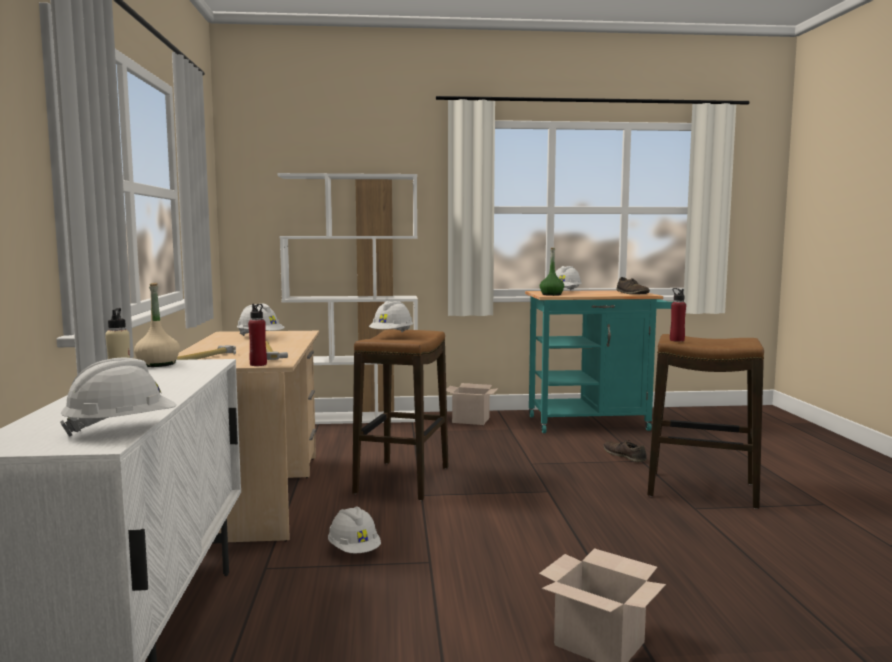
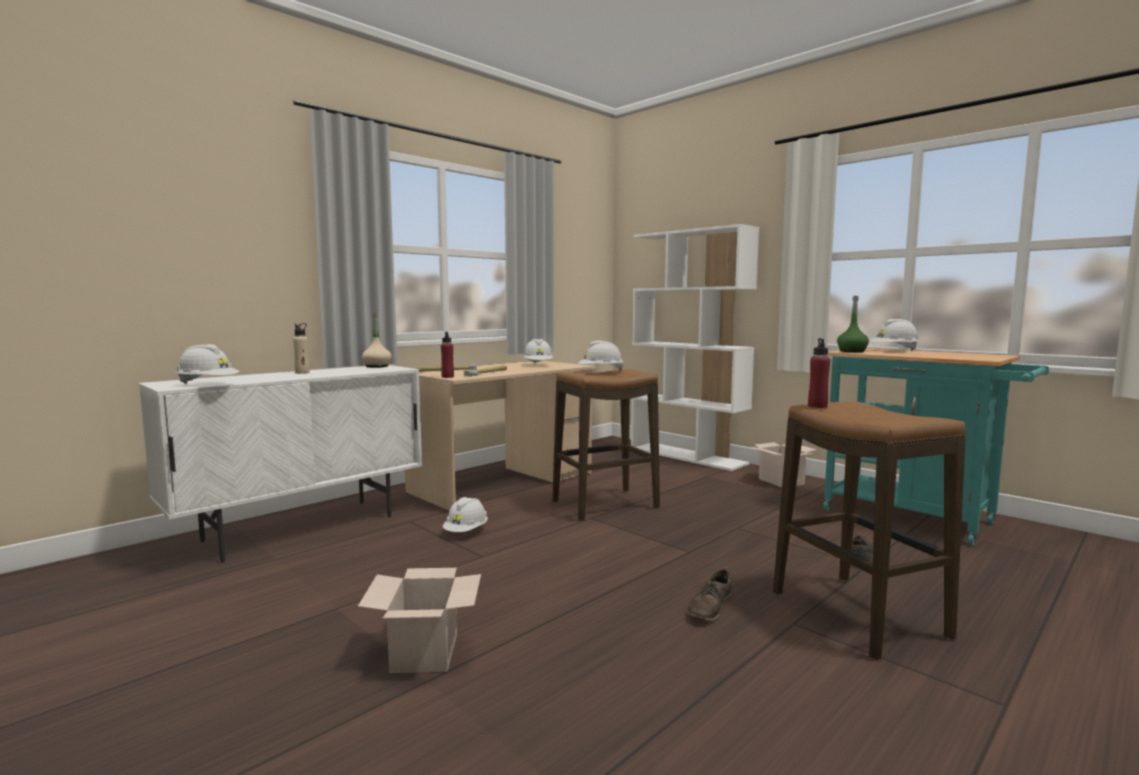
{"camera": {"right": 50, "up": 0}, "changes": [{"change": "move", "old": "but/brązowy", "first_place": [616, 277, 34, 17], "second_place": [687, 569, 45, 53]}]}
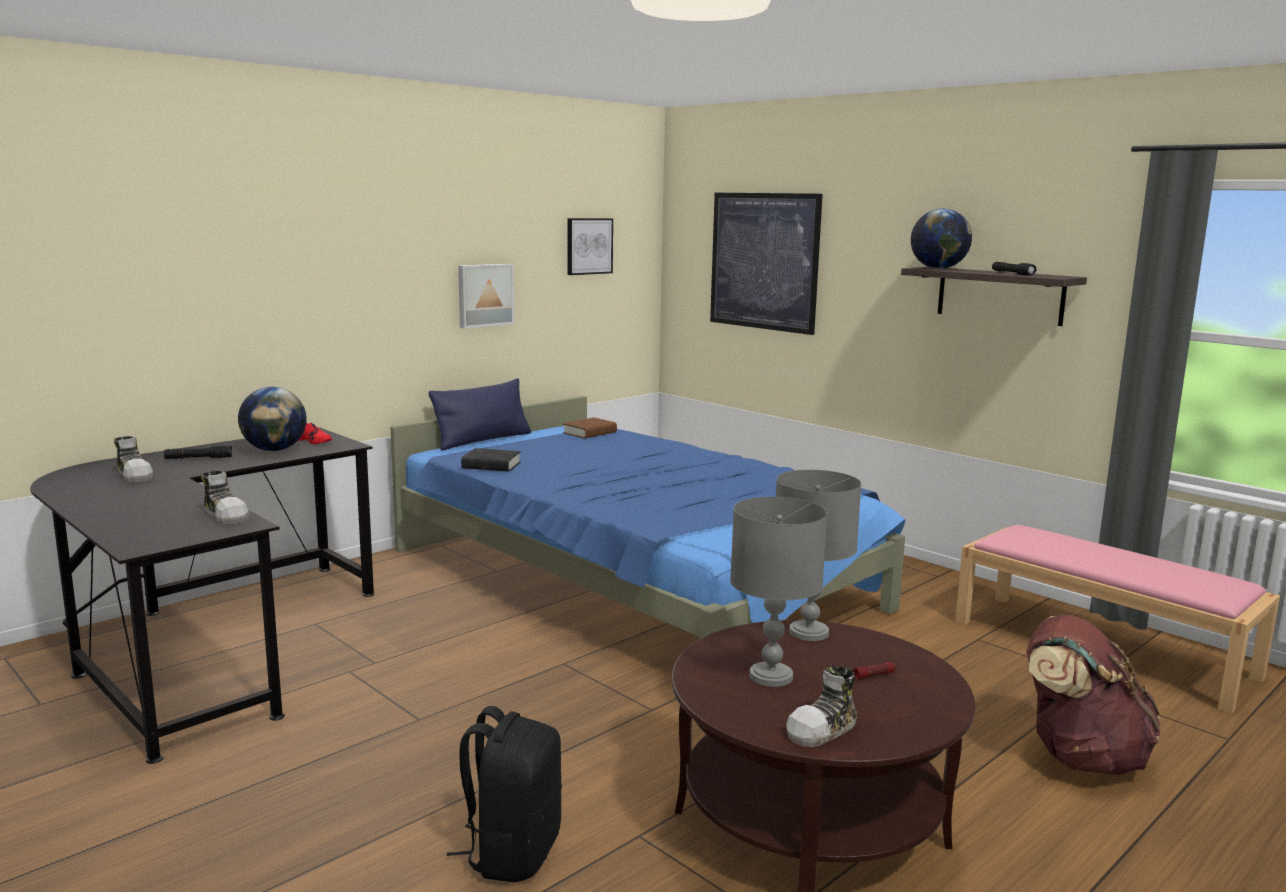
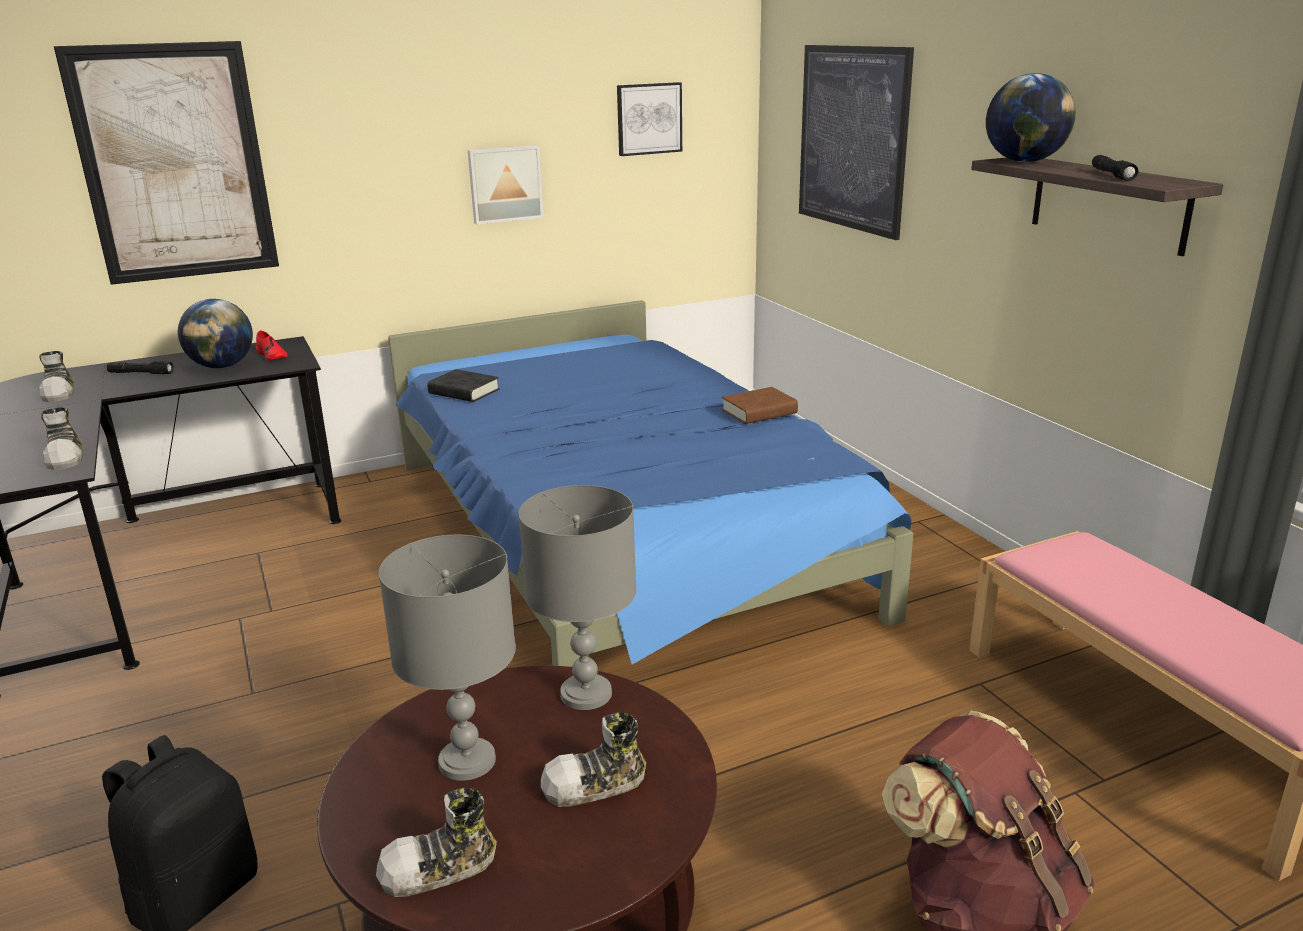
{"camera": {"right": 20, "up": 10}, "changes": [{"change": "insert", "new": "obraz", "second_place": [54, 41, 225, 244]}, {"change": "replace", "old": "latarka", "new": "but", "first_place": [853, 662, 42, 17], "second_place": [541, 712, 105, 95]}, {"change": "move", "old": "książka/brązowy", "first_place": [563, 417, 54, 22], "second_place": [722, 387, 76, 37]}, {"change": "delete", "old": "poduszka/niebieski", "first_place": [428, 379, 103, 71]}]}
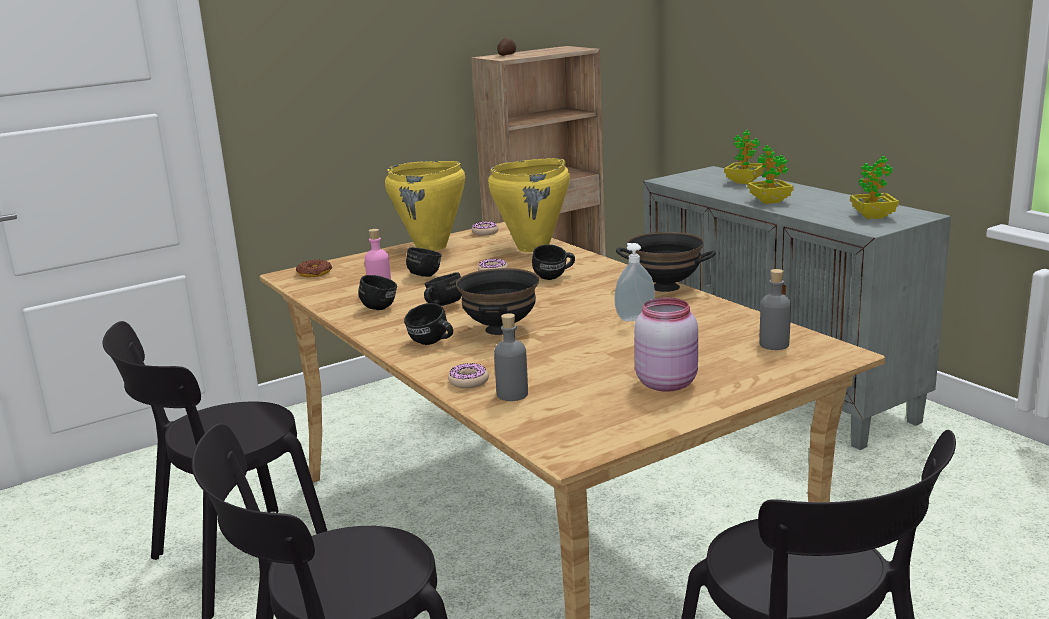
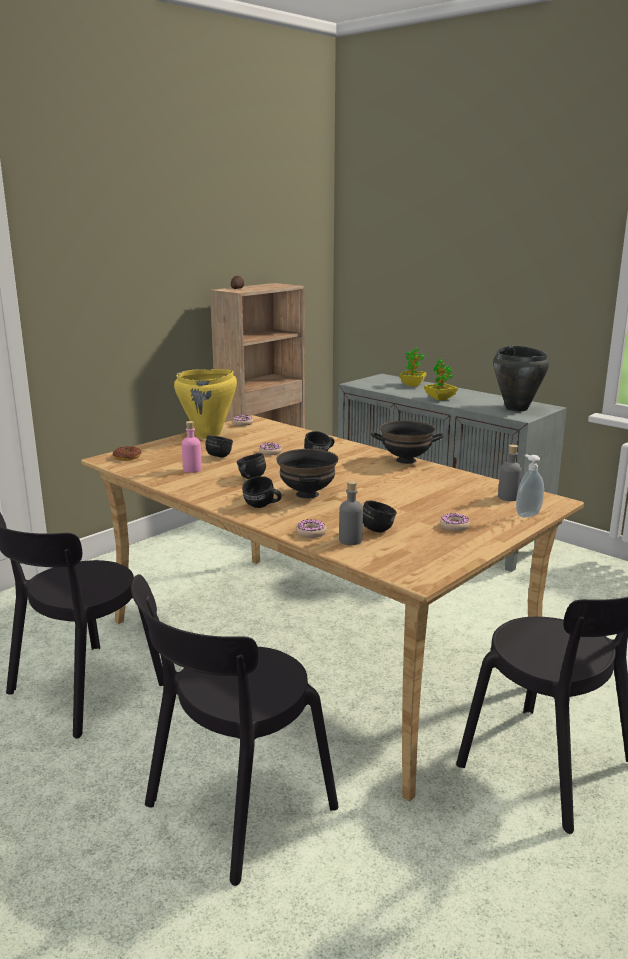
{"camera": {"right": -15, "up": 0}, "changes": [{"change": "move", "old": "kubek/czarny", "first_place": [358, 275, 39, 35], "second_place": [363, 500, 34, 33]}, {"change": "replace", "old": "słoik/różowy", "new": "donut", "first_place": [634, 298, 64, 94], "second_place": [440, 513, 30, 18]}, {"change": "replace", "old": "roślina doniczkowa", "new": "garnek/czarny", "first_place": [850, 156, 49, 63], "second_place": [493, 346, 56, 65]}, {"change": "move", "old": "dozownik mydła", "first_place": [614, 243, 41, 78], "second_place": [516, 454, 28, 64]}, {"change": "delete", "old": "garnek/żółty", "first_place": [488, 158, 82, 94]}]}
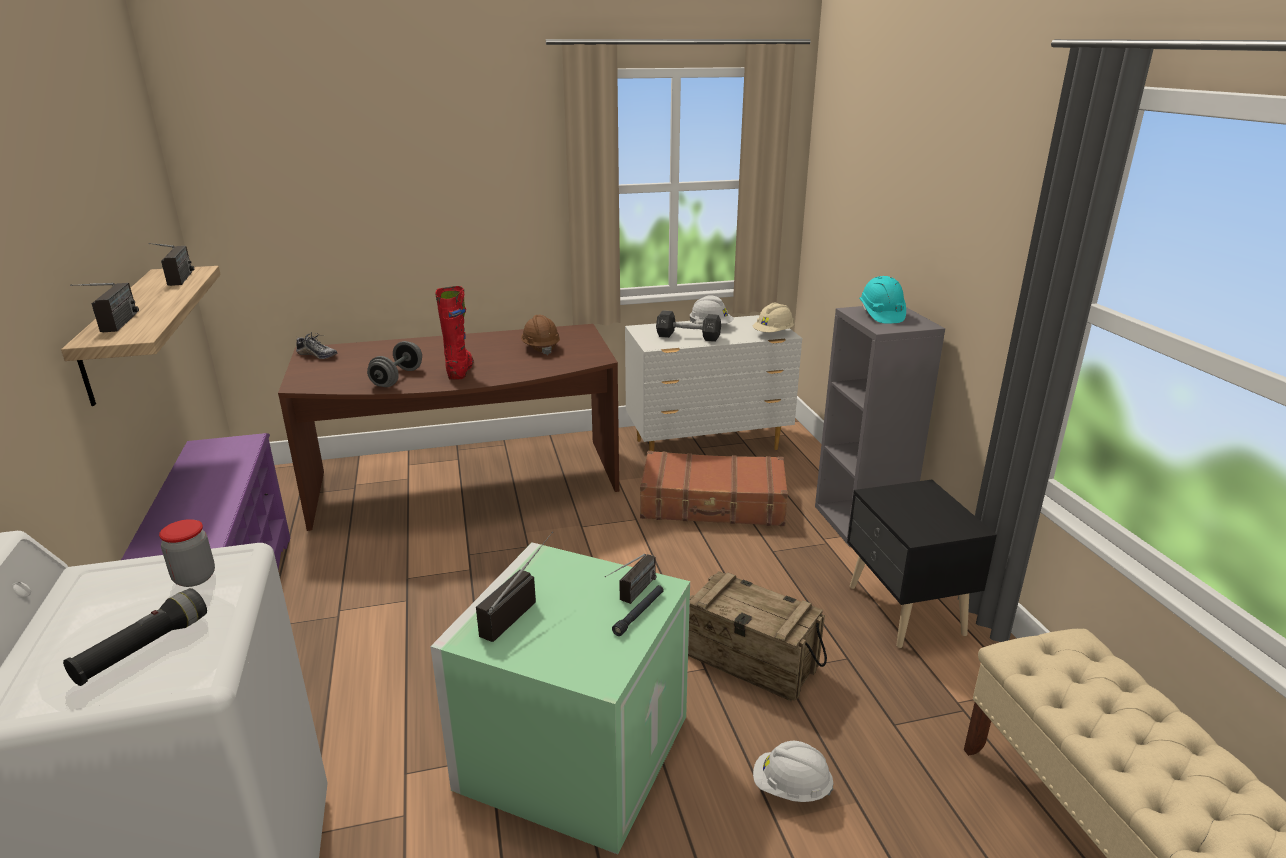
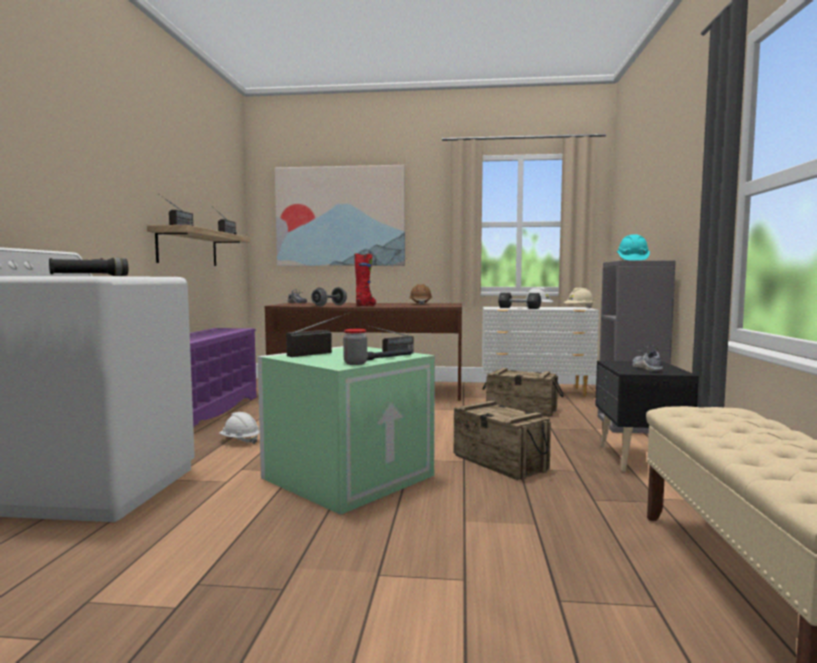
{"camera": {"right": 20, "up": -20}, "changes": [{"change": "move", "old": "kask/biały", "first_place": [753, 741, 81, 61], "second_place": [219, 412, 41, 32]}, {"change": "insert", "new": "obraz", "second_place": [275, 165, 130, 101]}, {"change": "move", "old": "słoik", "first_place": [159, 519, 56, 68], "second_place": [343, 329, 24, 36]}, {"change": "replace", "old": "walizka/brązowy", "new": "skrzynka", "first_place": [640, 451, 148, 75], "second_place": [483, 368, 80, 49]}, {"change": "insert", "new": "but", "second_place": [632, 345, 31, 26]}]}
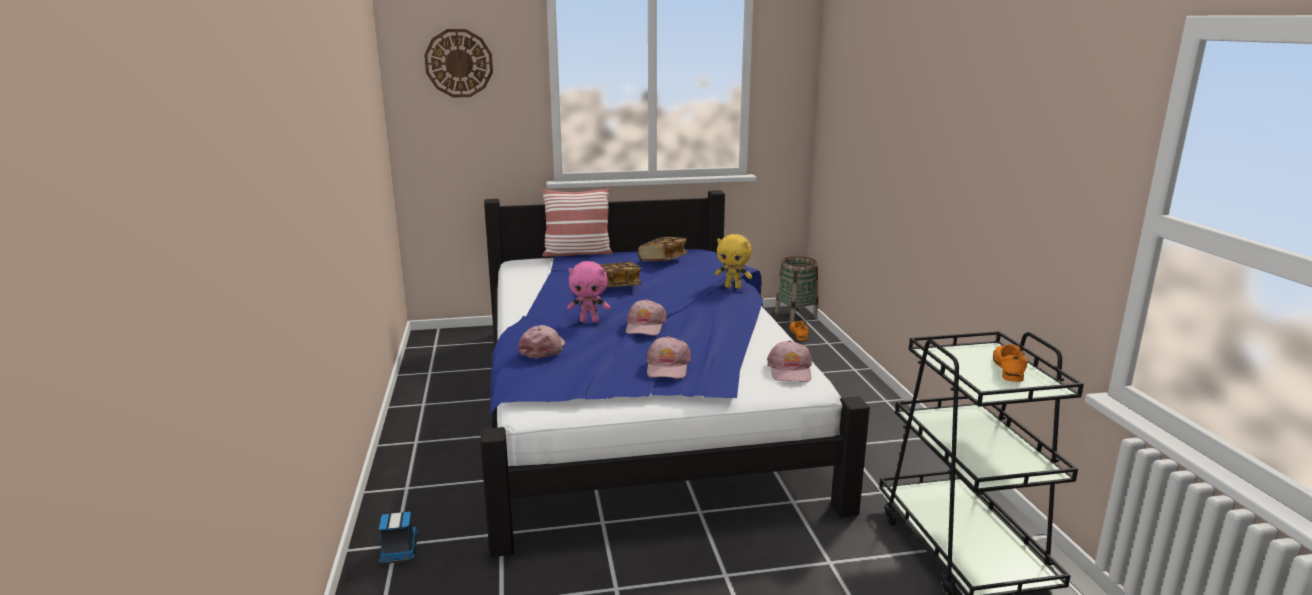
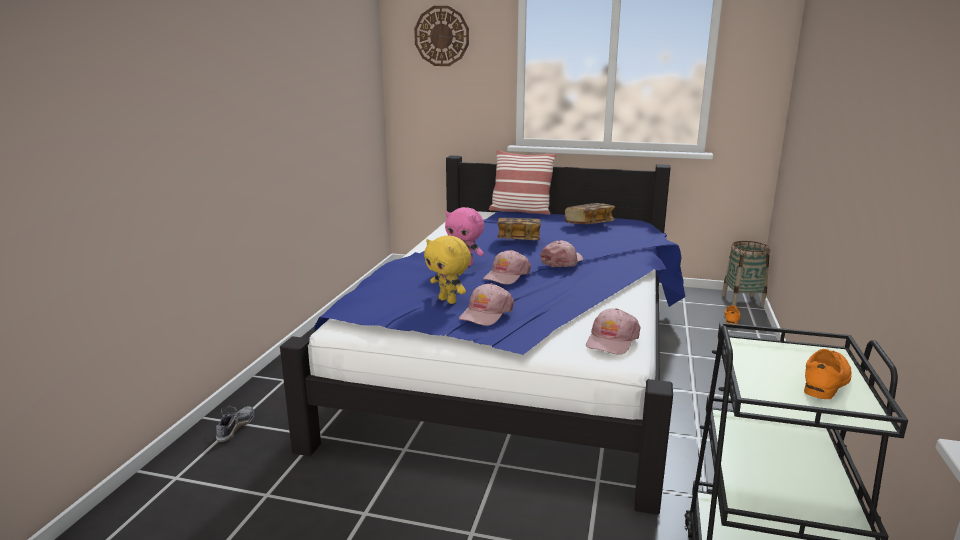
{"camera": {"right": 25, "up": 0}, "changes": [{"change": "replace", "old": "ciężarówka zabawkowa", "new": "but", "first_place": [379, 511, 39, 53], "second_place": [216, 406, 38, 36]}, {"change": "move", "old": "pluszak/żółty", "first_place": [715, 234, 37, 55], "second_place": [424, 235, 47, 69]}, {"change": "move", "old": "czapka z daszkiem/różowy", "first_place": [518, 325, 47, 34], "second_place": [540, 241, 43, 26]}]}
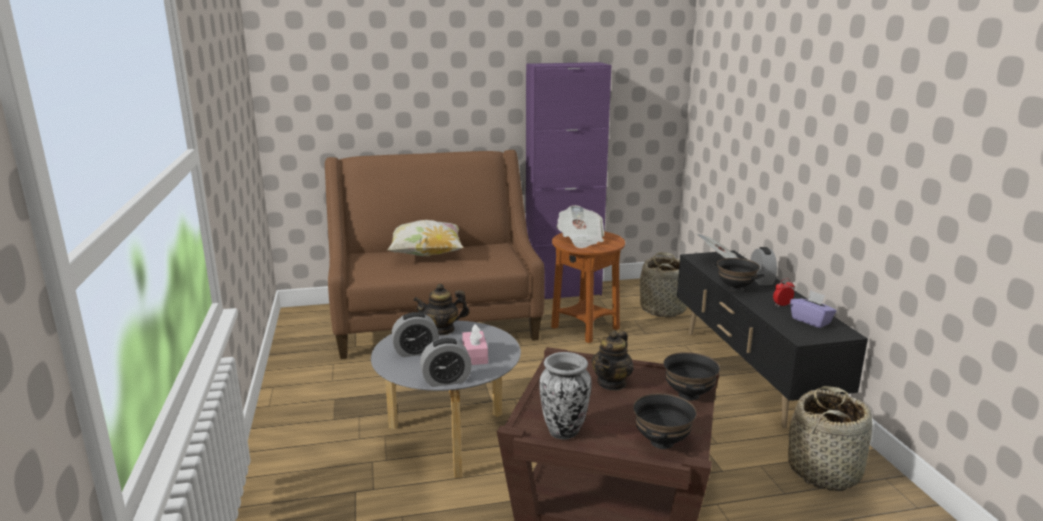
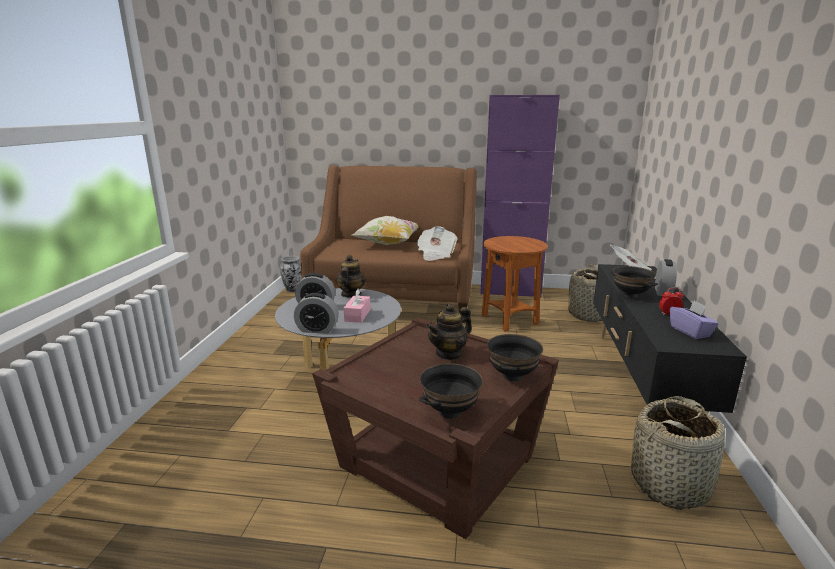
{"camera": {"right": 20, "up": 0}, "changes": [{"change": "move", "old": "wazon", "first_place": [539, 352, 53, 87], "second_place": [280, 256, 22, 36]}, {"change": "rotate", "old": "imbryk", "first_place": [413, 284, 56, 51], "second_place": [336, 255, 30, 42], "degrees": 90}, {"change": "move", "old": "gazeta", "first_place": [557, 205, 47, 43], "second_place": [416, 226, 41, 35]}]}
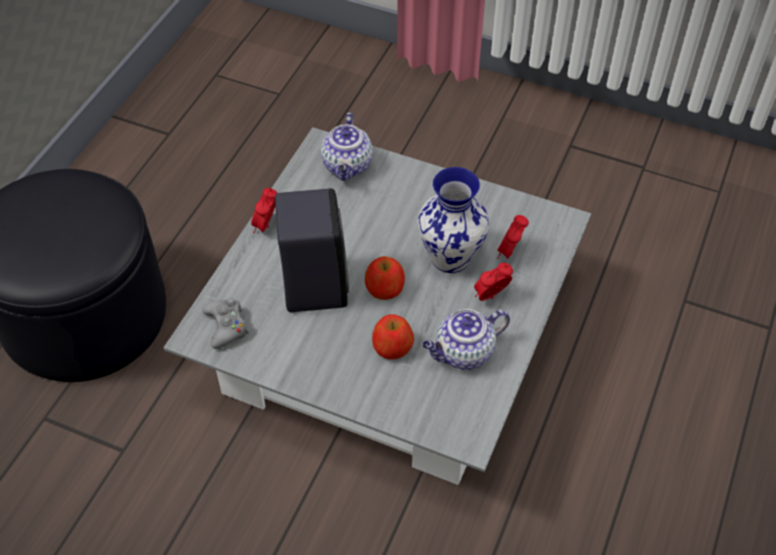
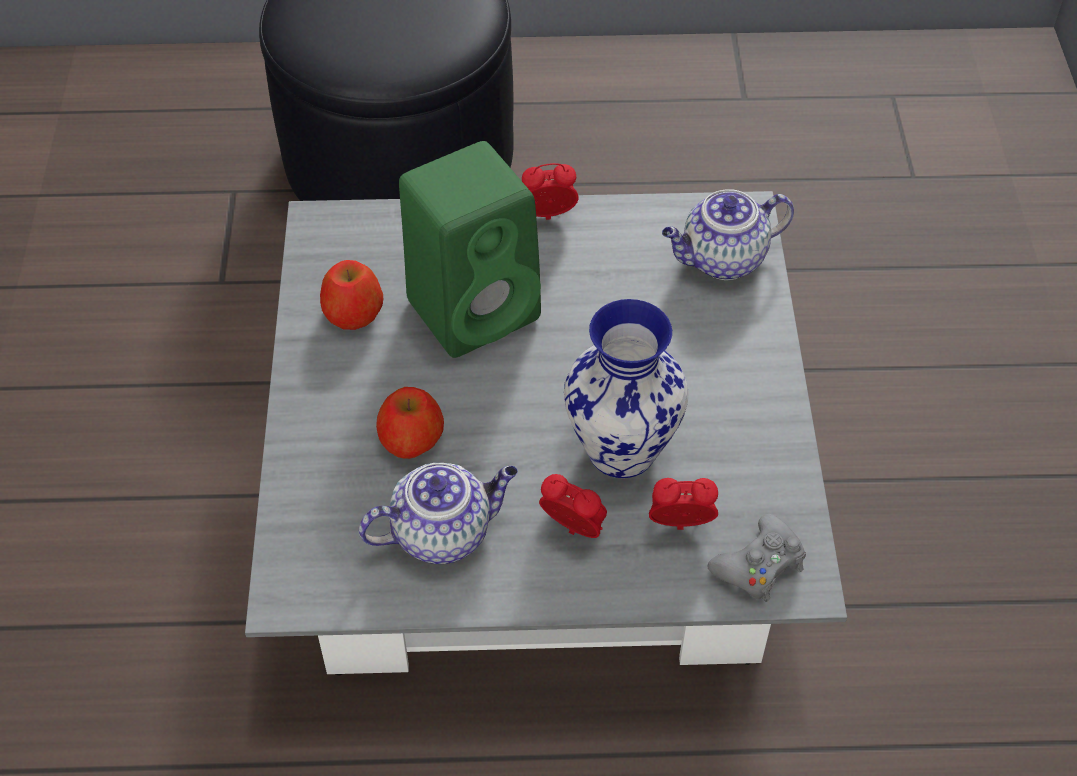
{"camera": {"right": 65, "up": 0}, "changes": [{"change": "move", "old": "jabłko", "first_place": [365, 256, 40, 44], "second_place": [320, 260, 63, 70]}, {"change": "rotate", "old": "imbryk", "first_place": [422, 309, 88, 61], "second_place": [359, 463, 159, 101], "degrees": 120}, {"change": "recolor", "old": "głośnik/czarny", "new": "głośnik/zielony", "first_place": [275, 188, 74, 124], "second_place": [399, 141, 142, 217]}, {"change": "move", "old": "pad do gier/szary", "first_place": [202, 298, 47, 51], "second_place": [707, 514, 99, 88]}]}
